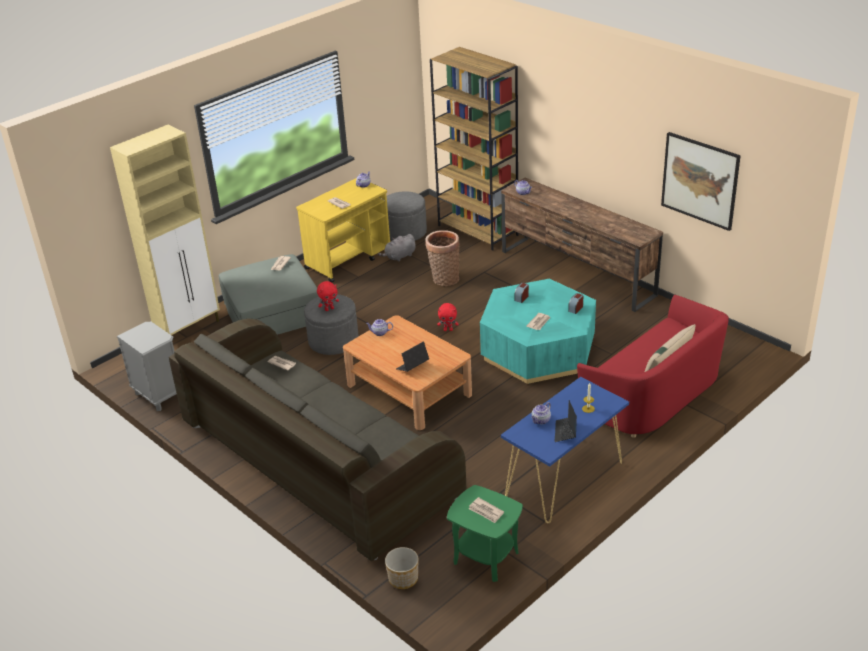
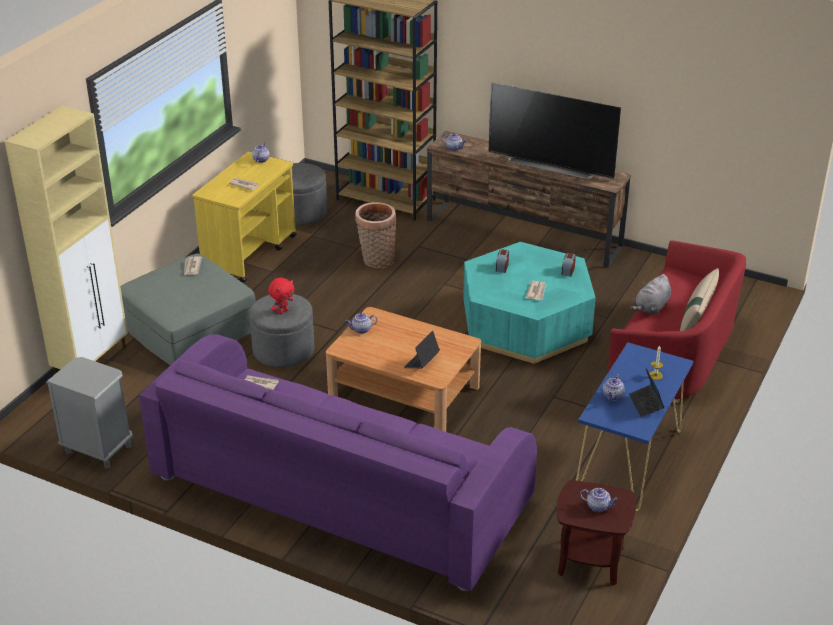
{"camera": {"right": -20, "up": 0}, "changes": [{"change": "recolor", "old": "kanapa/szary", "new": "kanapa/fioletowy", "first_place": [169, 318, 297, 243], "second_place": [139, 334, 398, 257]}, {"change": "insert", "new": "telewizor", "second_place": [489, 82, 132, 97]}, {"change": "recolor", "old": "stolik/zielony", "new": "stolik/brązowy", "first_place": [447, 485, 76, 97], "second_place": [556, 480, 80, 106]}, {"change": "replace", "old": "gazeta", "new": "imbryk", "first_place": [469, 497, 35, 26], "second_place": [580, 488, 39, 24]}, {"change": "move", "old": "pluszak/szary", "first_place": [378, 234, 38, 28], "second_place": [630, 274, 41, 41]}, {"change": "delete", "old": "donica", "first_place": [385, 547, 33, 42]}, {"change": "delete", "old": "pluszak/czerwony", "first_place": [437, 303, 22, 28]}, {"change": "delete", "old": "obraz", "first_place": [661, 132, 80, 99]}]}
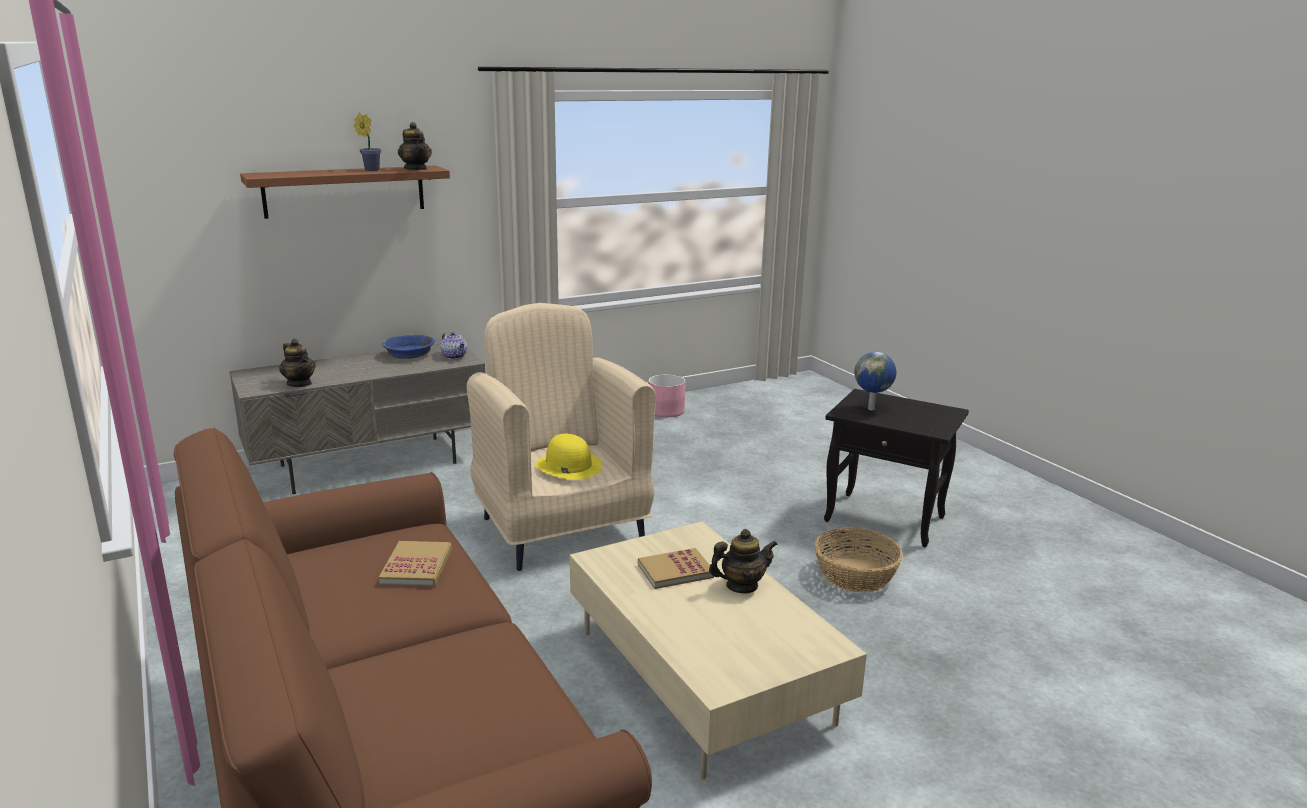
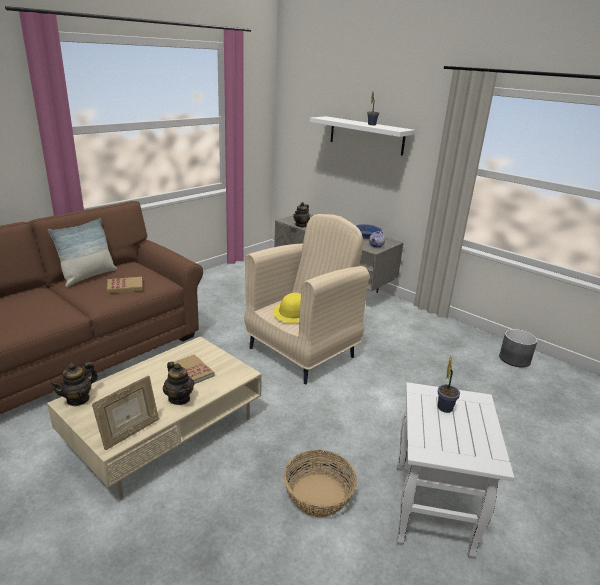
{"camera": {"right": 70, "up": 5}, "changes": [{"change": "insert", "new": "poduszka", "second_place": [48, 218, 69, 69]}, {"change": "move", "old": "imbryk", "first_place": [398, 122, 34, 48], "second_place": [50, 362, 48, 44]}, {"change": "insert", "new": "ramka na zdjęcie", "second_place": [92, 375, 67, 75]}, {"change": "recolor", "old": "półka/brązowy", "new": "półka/biały", "first_place": [240, 166, 210, 53], "second_place": [310, 116, 105, 40]}, {"change": "recolor", "old": "stolik/czarny", "new": "stolik/biały", "first_place": [824, 389, 145, 158], "second_place": [396, 382, 118, 176]}, {"change": "replace", "old": "globus", "new": "roślina doniczkowa", "first_place": [855, 352, 41, 58], "second_place": [438, 356, 22, 57]}, {"change": "recolor", "old": "donica/różowy", "new": "donica/szary", "first_place": [648, 374, 38, 43], "second_place": [499, 329, 39, 38]}]}
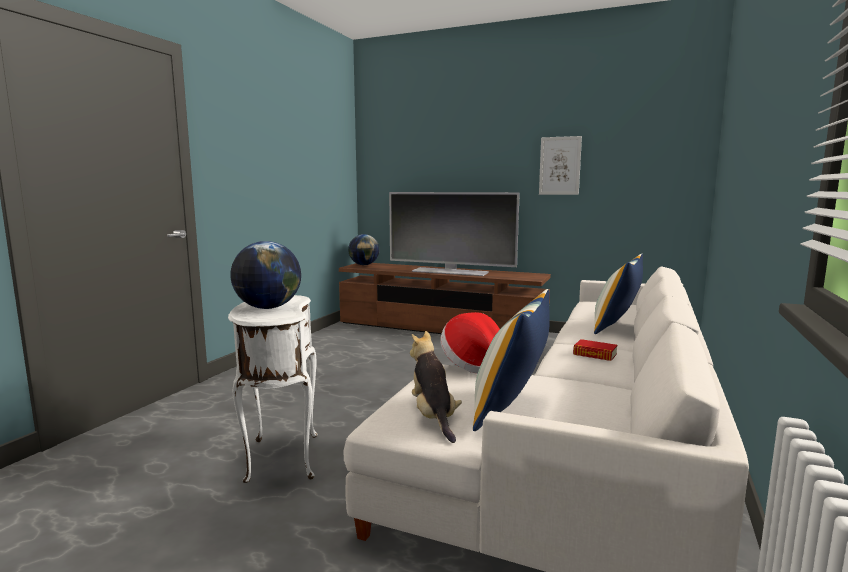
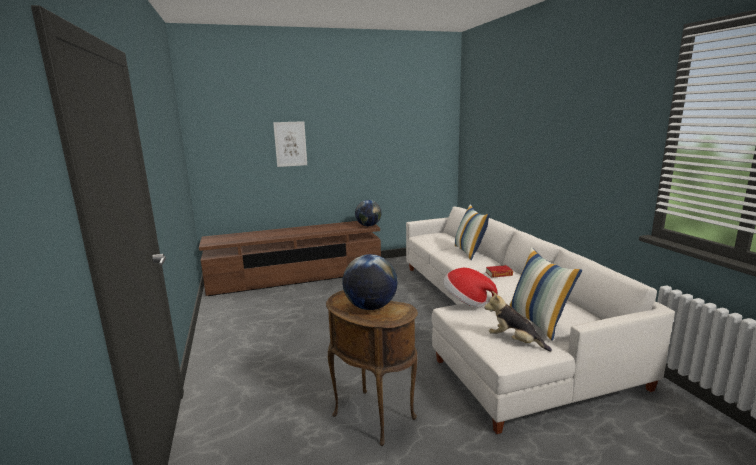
{"camera": {"right": -40, "up": 5}, "changes": [{"change": "move", "old": "obraz", "first_place": [539, 136, 43, 59], "second_place": [273, 121, 34, 46]}, {"change": "recolor", "old": "stolik/biały", "new": "stolik/brązowy", "first_place": [228, 295, 90, 188], "second_place": [326, 290, 92, 156]}, {"change": "move", "old": "globus", "first_place": [348, 234, 32, 31], "second_place": [355, 200, 26, 26]}, {"change": "delete", "old": "telewizor", "first_place": [389, 192, 131, 84]}]}
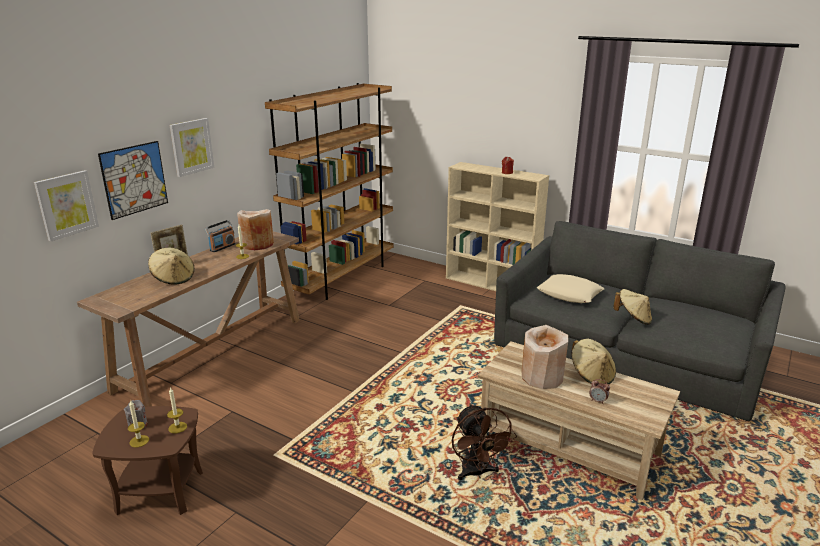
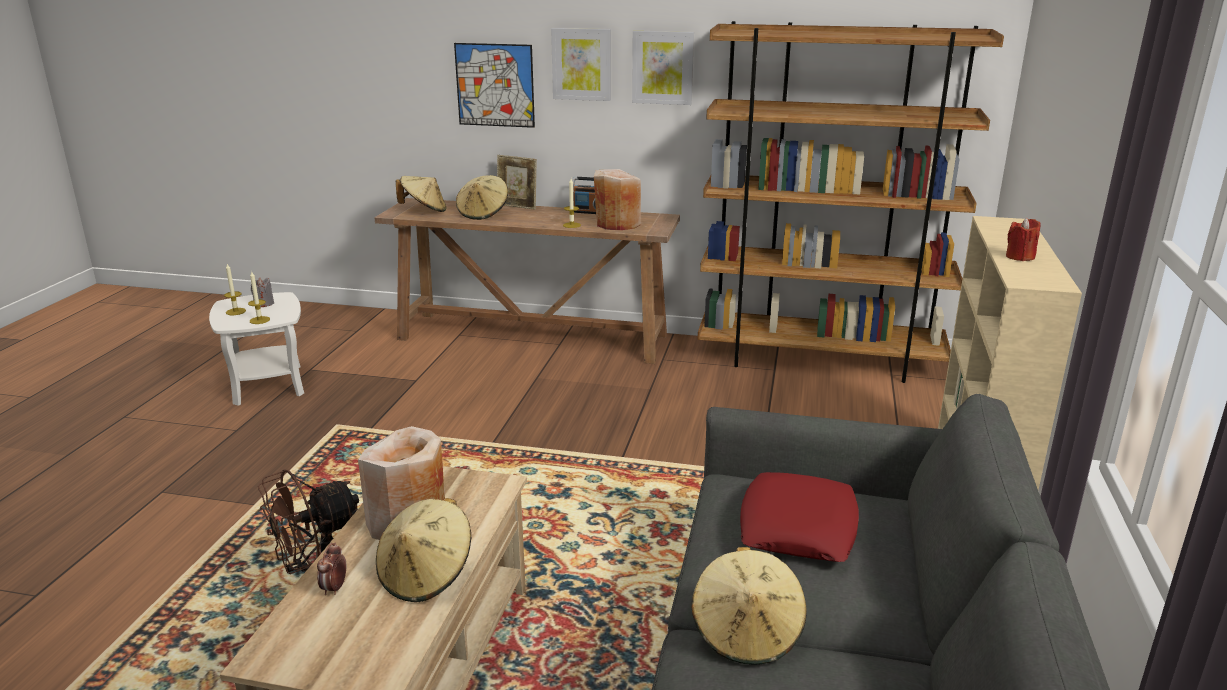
{"camera": {"right": 70, "up": 0}, "changes": [{"change": "recolor", "old": "stolik/brązowy", "new": "stolik/biały", "first_place": [93, 406, 110, 109], "second_place": [209, 292, 95, 114]}, {"change": "insert", "new": "kapelusz/beżowy", "second_place": [396, 176, 51, 36]}, {"change": "move", "old": "obraz", "first_place": [34, 170, 65, 72], "second_place": [632, 31, 62, 74]}, {"change": "recolor", "old": "poduszka/beżowy", "new": "poduszka/czerwony", "first_place": [537, 274, 67, 29], "second_place": [740, 472, 119, 90]}]}
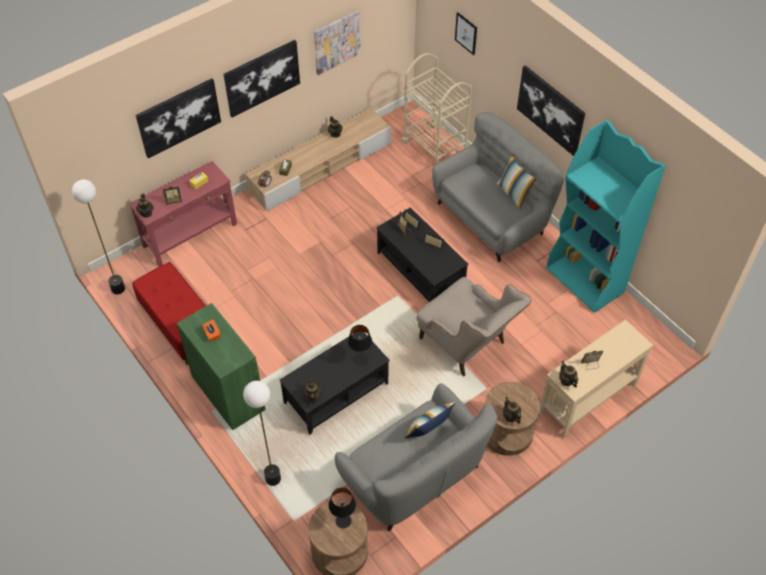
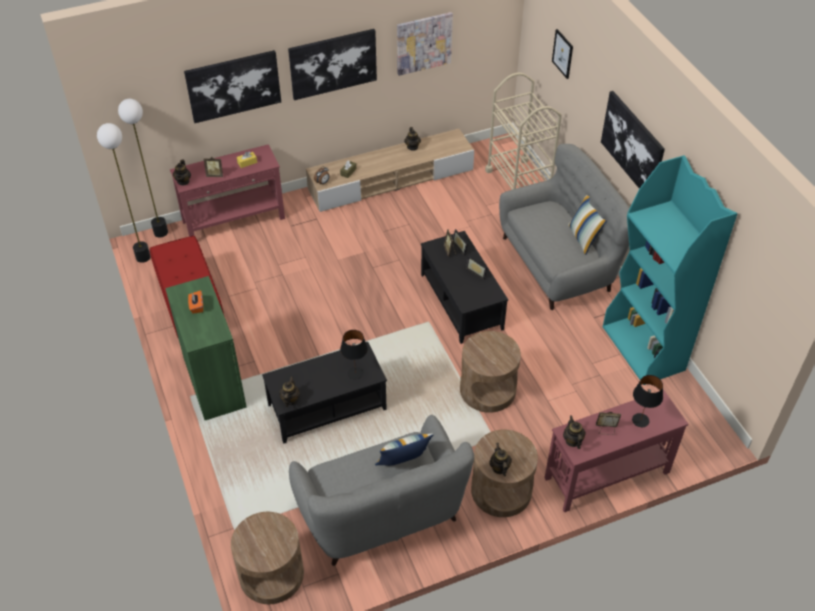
{"camera": {"right": 15, "up": -5}, "changes": [{"change": "move", "old": "lampa stojąca", "first_place": [243, 381, 38, 105], "second_place": [118, 99, 50, 139]}, {"change": "replace", "old": "fotel/beżowy", "new": "stolik/brązowy", "first_place": [417, 277, 114, 99], "second_place": [460, 331, 61, 82]}, {"change": "recolor", "old": "stolik konsolowy/beżowy", "new": "stolik konsolowy/czerwony", "first_place": [539, 320, 114, 119], "second_place": [545, 390, 143, 123]}, {"change": "move", "old": "lampa stołowa/czarny", "first_place": [328, 488, 28, 40], "second_place": [632, 375, 31, 52]}]}
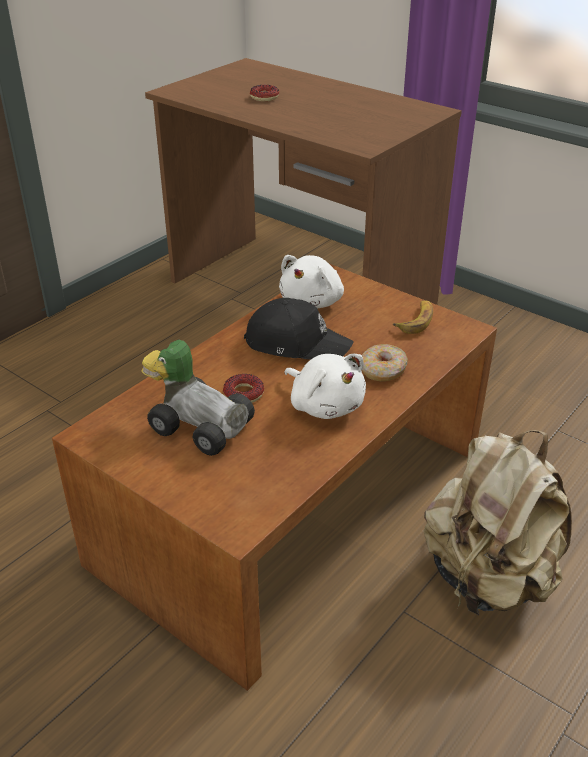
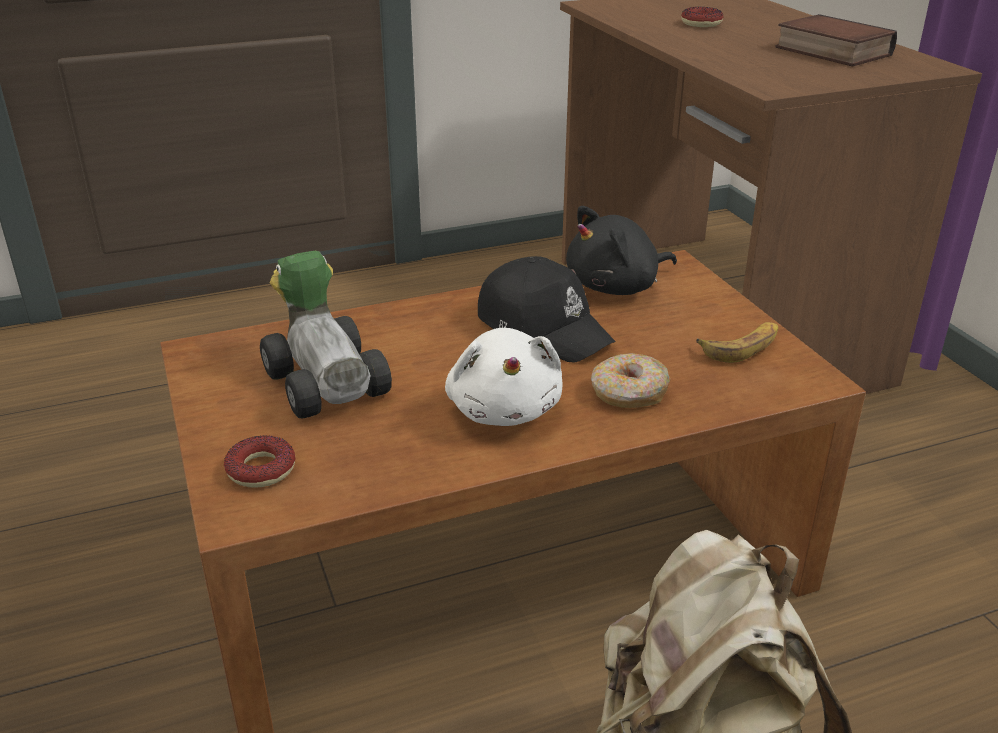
{"camera": {"right": 30, "up": -5}, "changes": [{"change": "move", "old": "donut", "first_place": [223, 374, 41, 29], "second_place": [224, 435, 72, 53]}, {"change": "recolor", "old": "pluszak/biały", "new": "pluszak/czarny", "first_place": [279, 255, 65, 54], "second_place": [566, 206, 111, 89]}, {"change": "insert", "new": "książka", "second_place": [775, 14, 122, 53]}]}
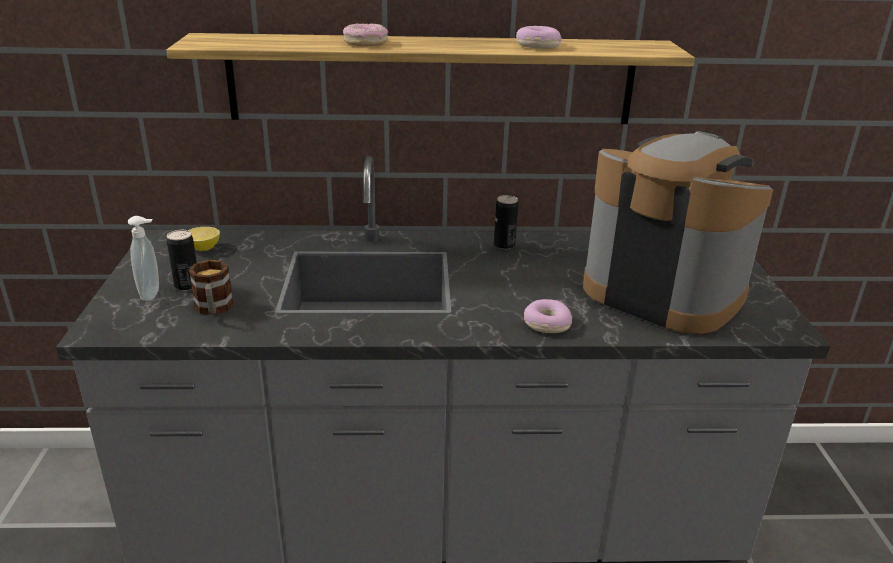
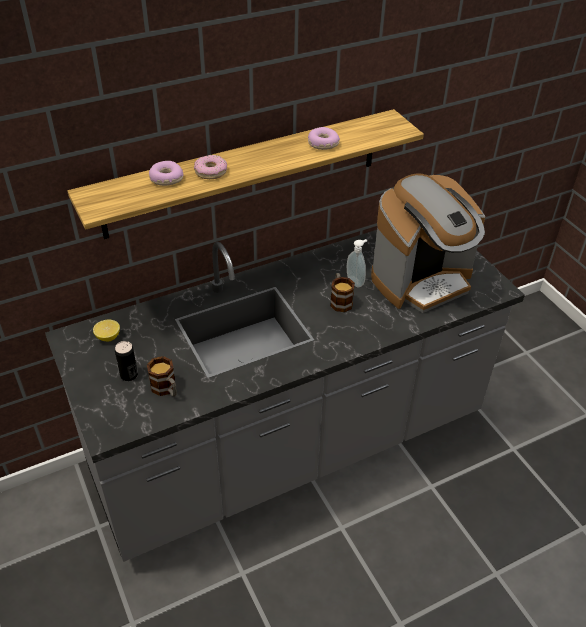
{"camera": {"right": -25, "up": 15}, "changes": [{"change": "move", "old": "donut", "first_place": [524, 299, 48, 34], "second_place": [149, 161, 34, 25]}, {"change": "insert", "new": "kubek", "second_place": [330, 273, 25, 39]}, {"change": "move", "old": "dozownik mydła", "first_place": [128, 216, 31, 85], "second_place": [347, 239, 20, 48]}, {"change": "rotate", "old": "ekspres do kawy", "first_place": [583, 131, 190, 203], "second_place": [371, 173, 114, 140], "degrees": 135}, {"change": "delete", "old": "puszka", "first_place": [494, 195, 24, 55]}]}
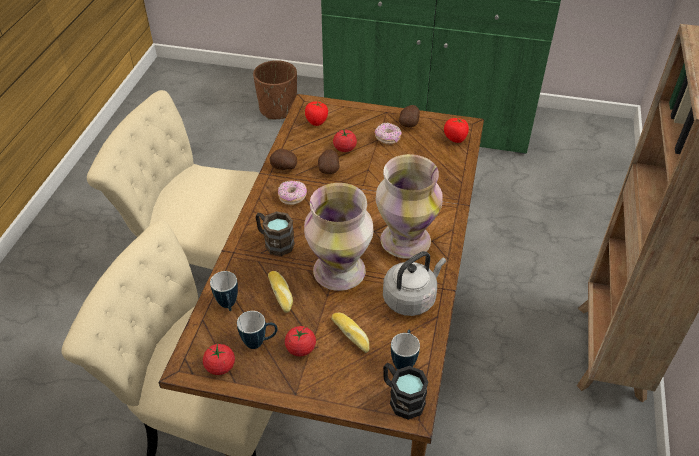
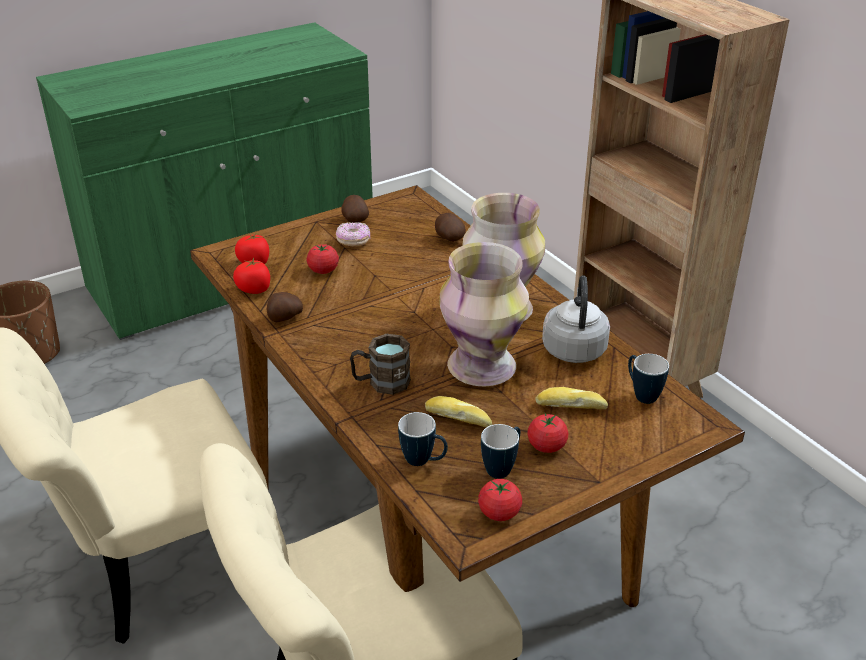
{"camera": {"right": -45, "up": -10}, "changes": [{"change": "move", "old": "pomidor", "first_place": [444, 116, 25, 27], "second_place": [233, 258, 37, 36]}, {"change": "move", "old": "ziemniak", "first_place": [318, 149, 22, 25], "second_place": [435, 213, 31, 29]}, {"change": "delete", "old": "donut", "first_place": [278, 180, 29, 25]}, {"change": "delete", "old": "kubek/czarny", "first_place": [383, 363, 45, 57]}]}
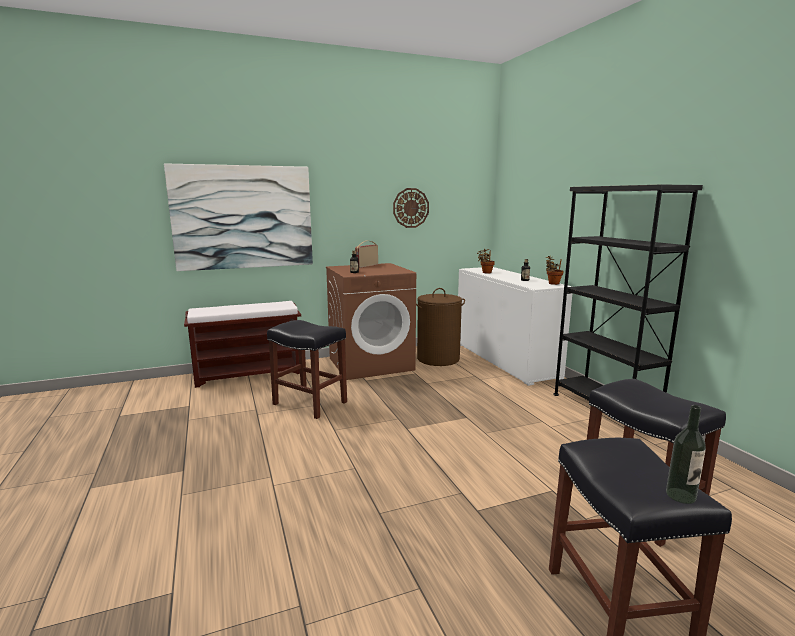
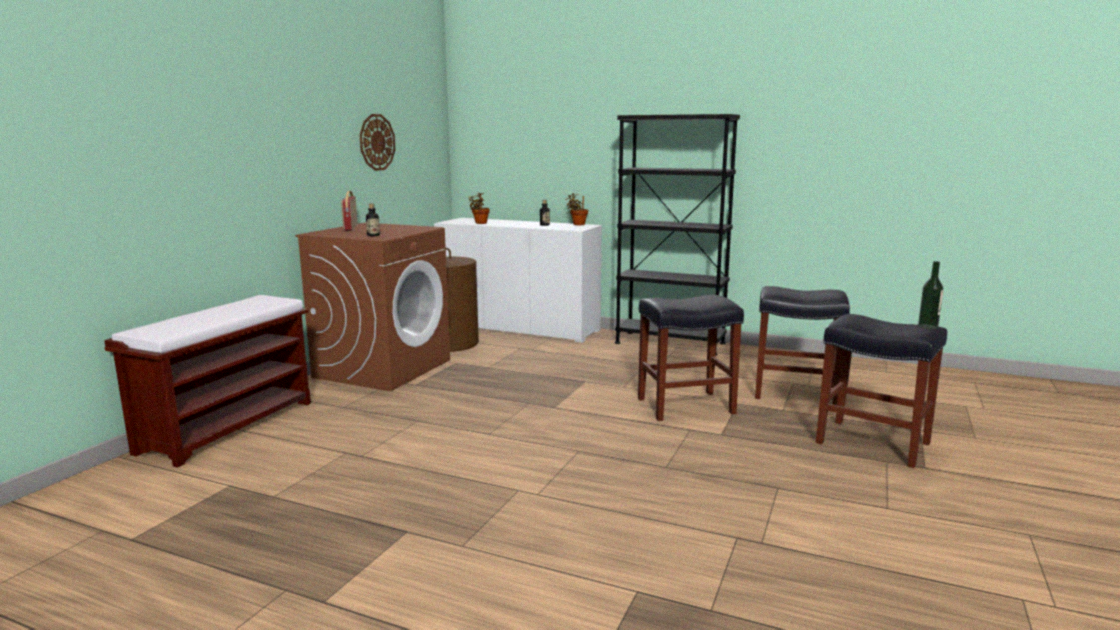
{"camera": {"right": -45, "up": 0}, "changes": [{"change": "move", "old": "stołek/czarny", "first_place": [267, 320, 80, 99], "second_place": [638, 295, 106, 126]}, {"change": "delete", "old": "obraz", "first_place": [164, 163, 149, 108]}]}
